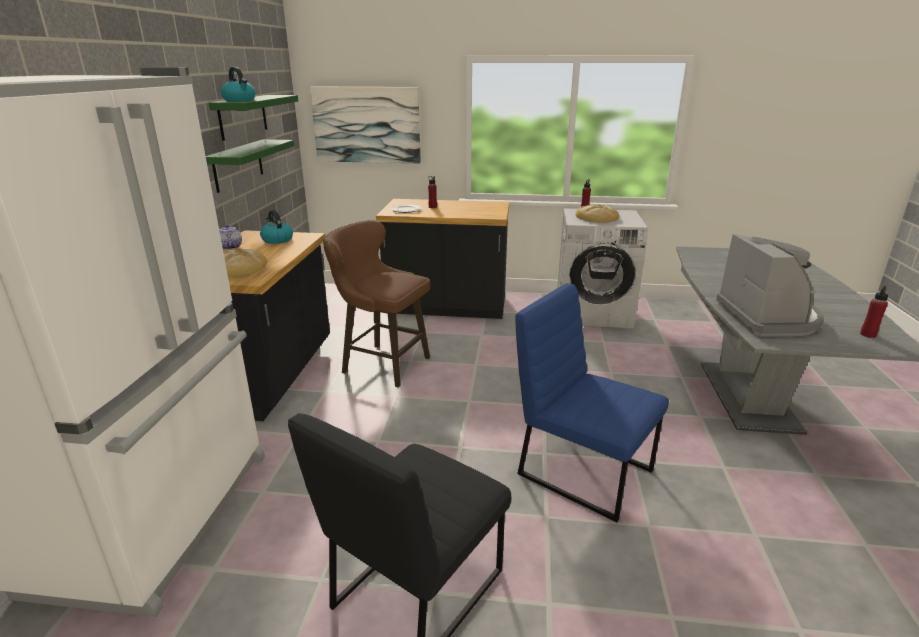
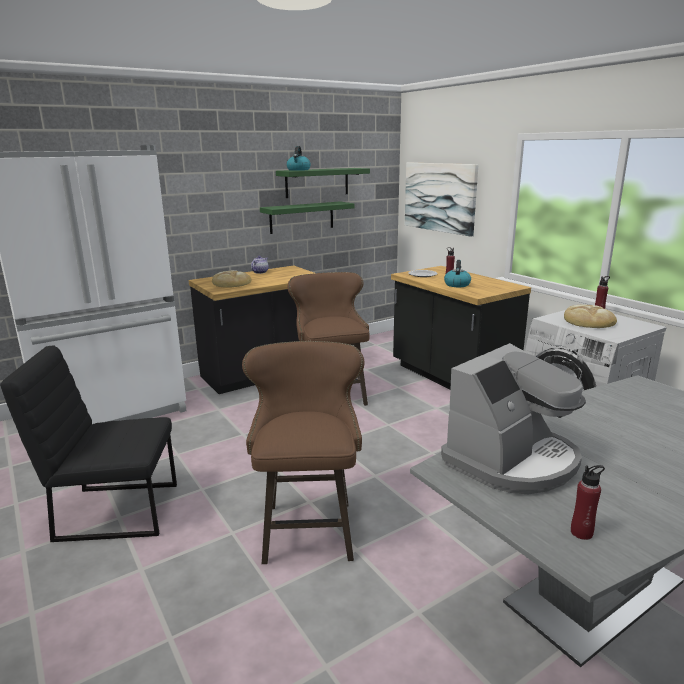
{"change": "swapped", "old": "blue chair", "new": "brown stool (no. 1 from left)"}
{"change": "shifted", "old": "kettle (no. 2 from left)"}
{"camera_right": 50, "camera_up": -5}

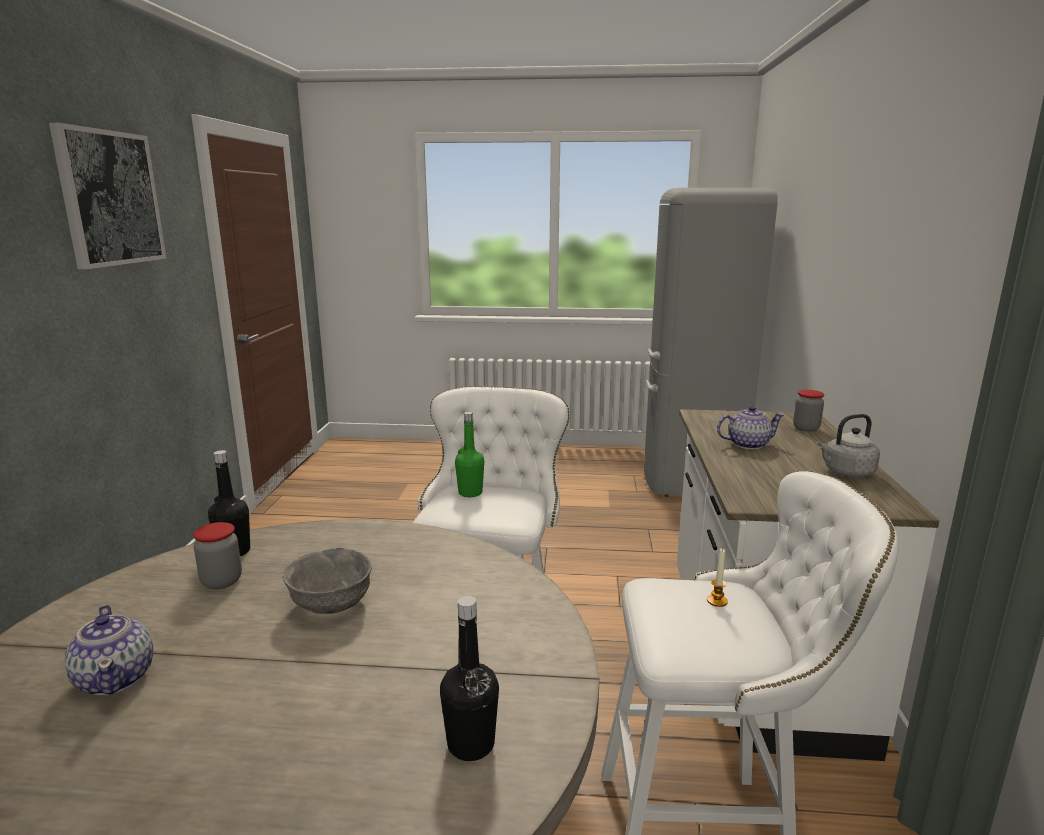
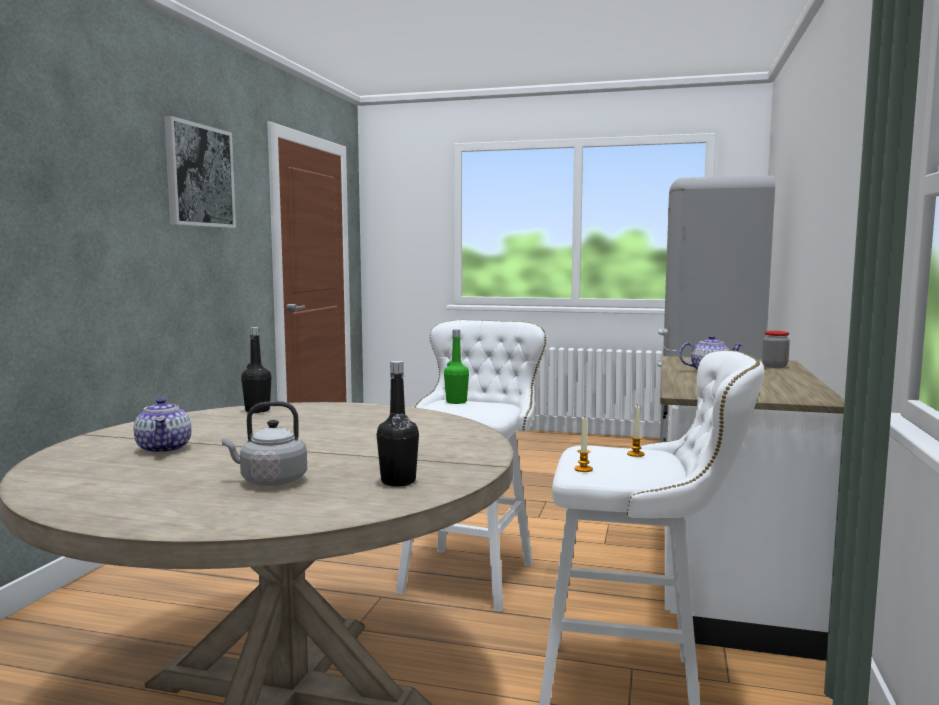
{"change": "shifted", "old": "grey kettle"}
{"change": "new", "new": "candle (no. 1 from left)"}
{"change": "gone", "old": "jar (no. 1 from left)"}
{"change": "gone", "old": "grey bowl"}
{"camera_right": 10, "camera_up": -10}

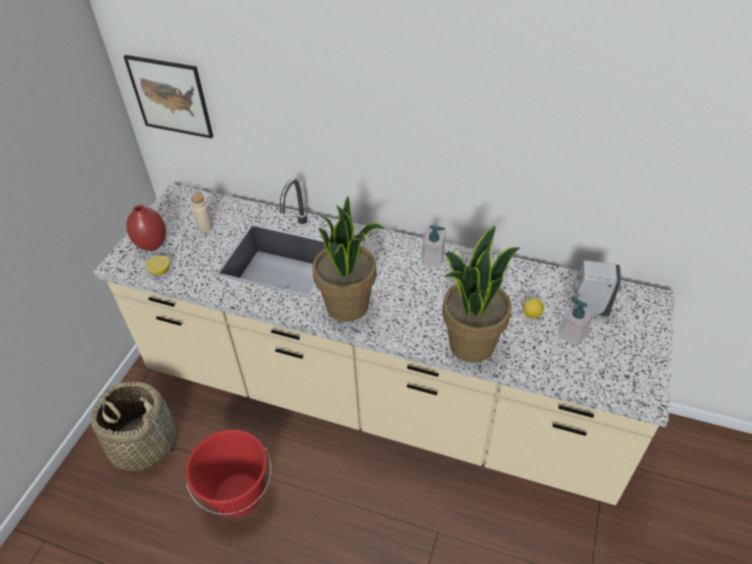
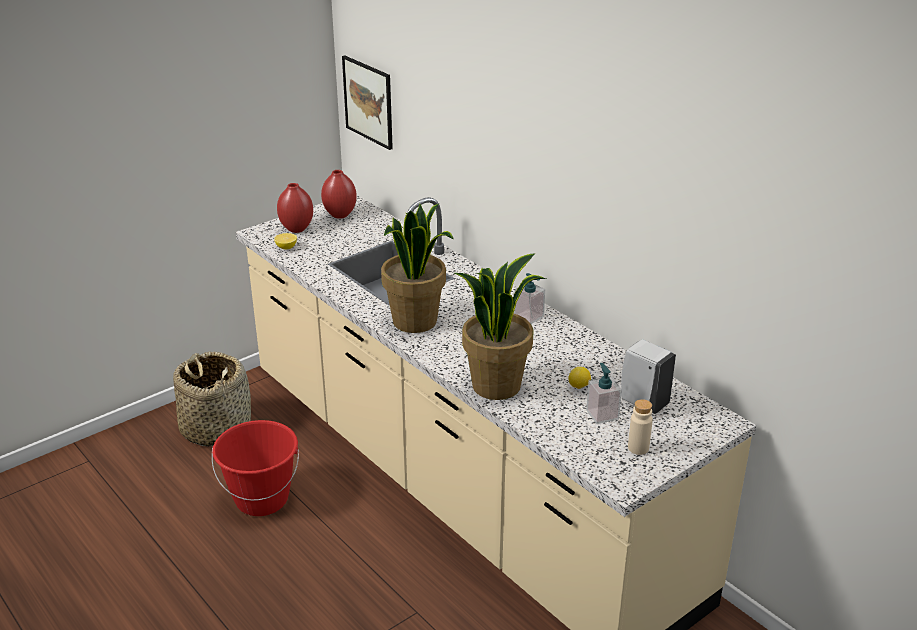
{"change": "new", "new": "red vase (no. 2 from left)"}
{"change": "shifted", "old": "beige bottle"}
{"camera_right": 30, "camera_up": -15}

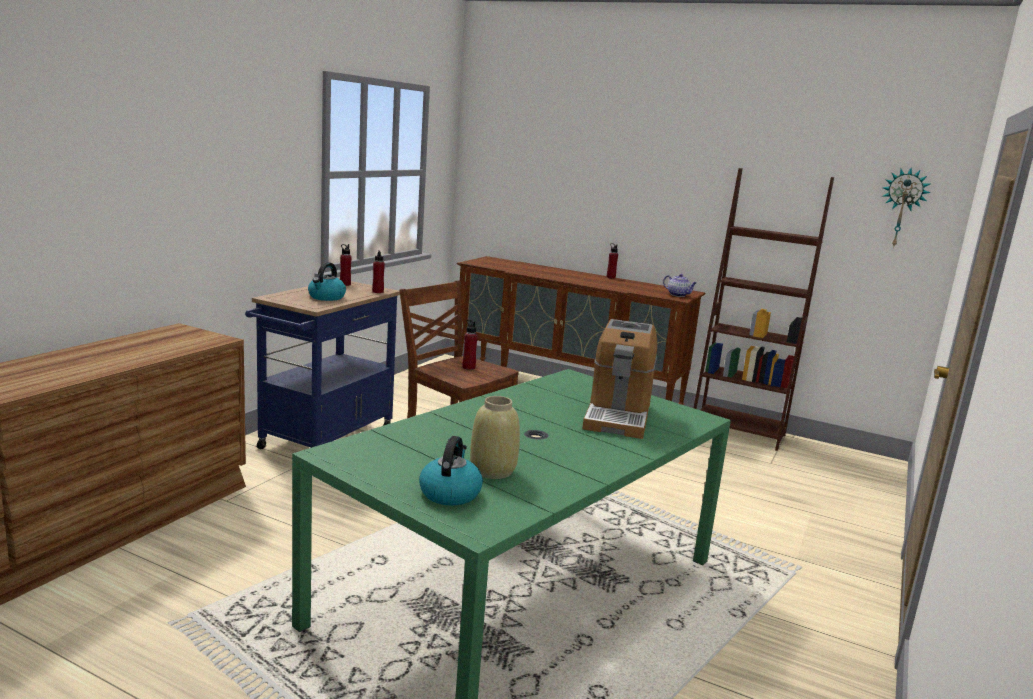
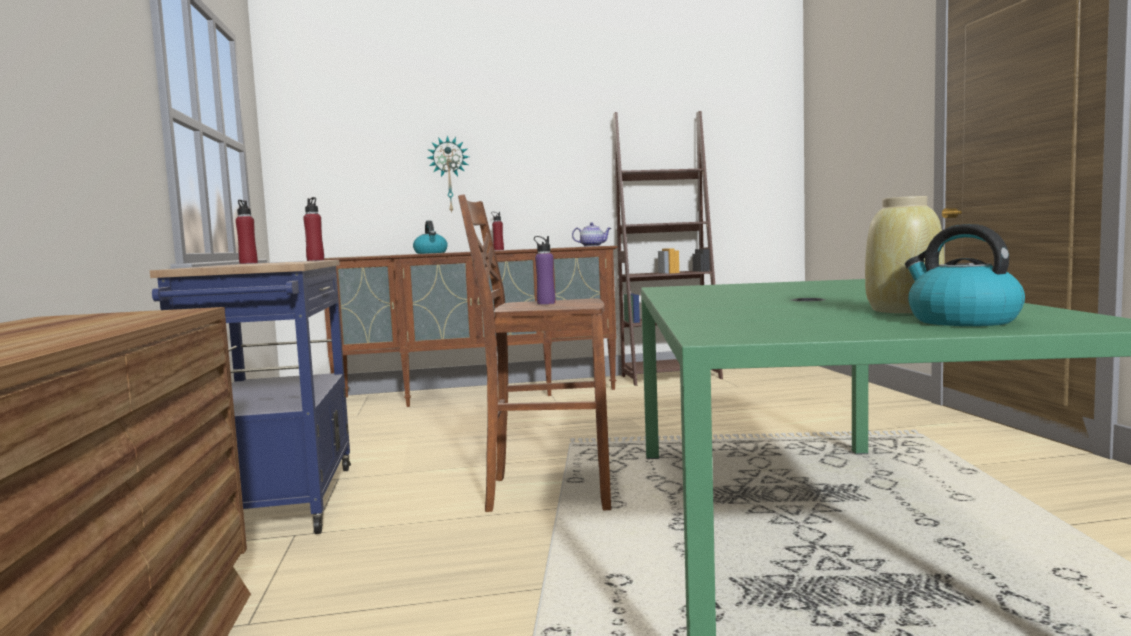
{"change": "shifted", "old": "kettle (no. 1 from left)"}
{"change": "shifted", "old": "wall clock"}
{"change": "repainted", "old": "red bottle (no. 3 from left)", "new": "purple bottle"}
{"change": "gone", "old": "coffee machine"}
{"camera_right": -35, "camera_up": -10}

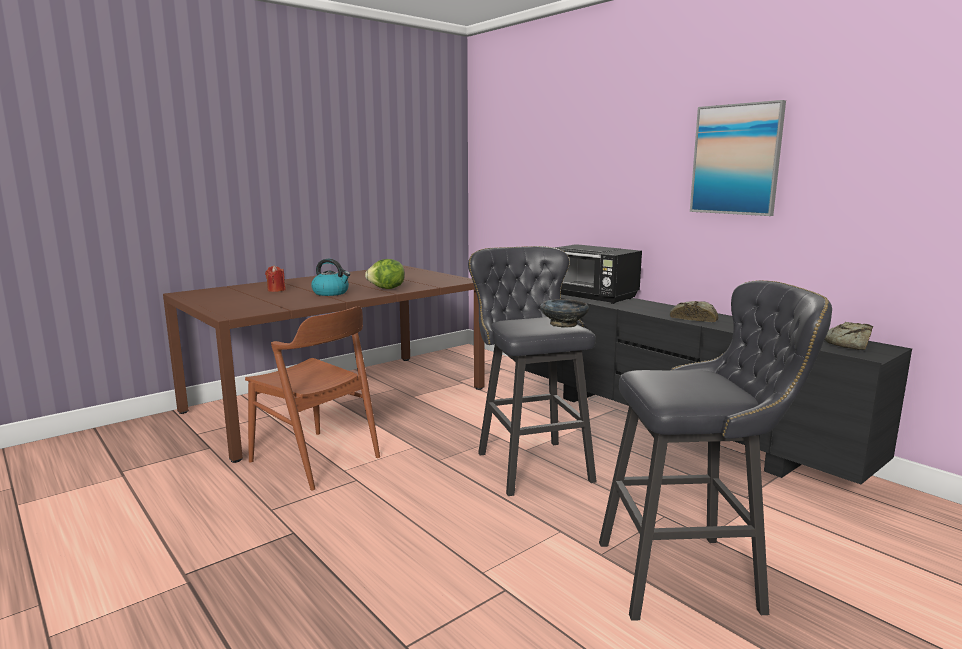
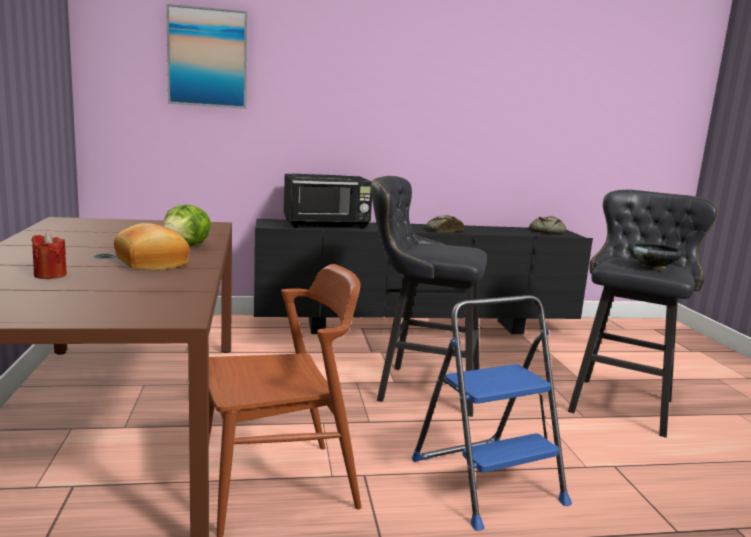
{"change": "swapped", "old": "kettle", "new": "bread (no. 1 from left)"}
{"change": "shifted", "old": "picture"}
{"change": "new", "new": "blue step ladder"}
{"change": "shifted", "old": "black bowl"}
{"camera_right": -60, "camera_up": 0}

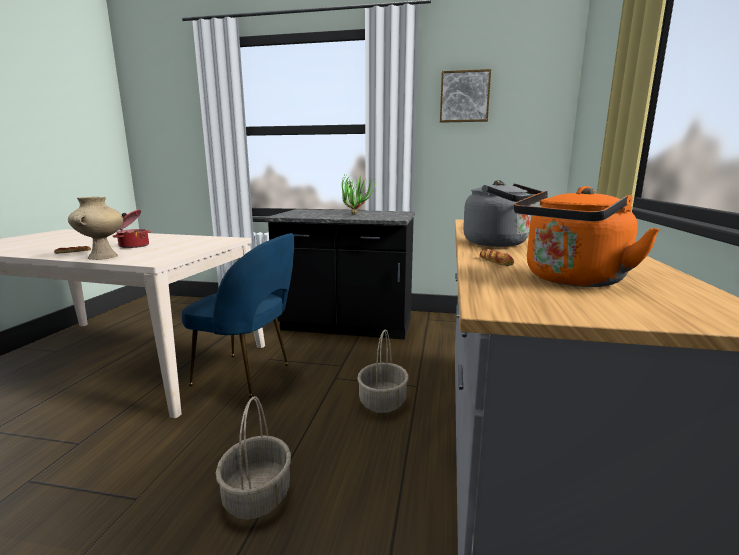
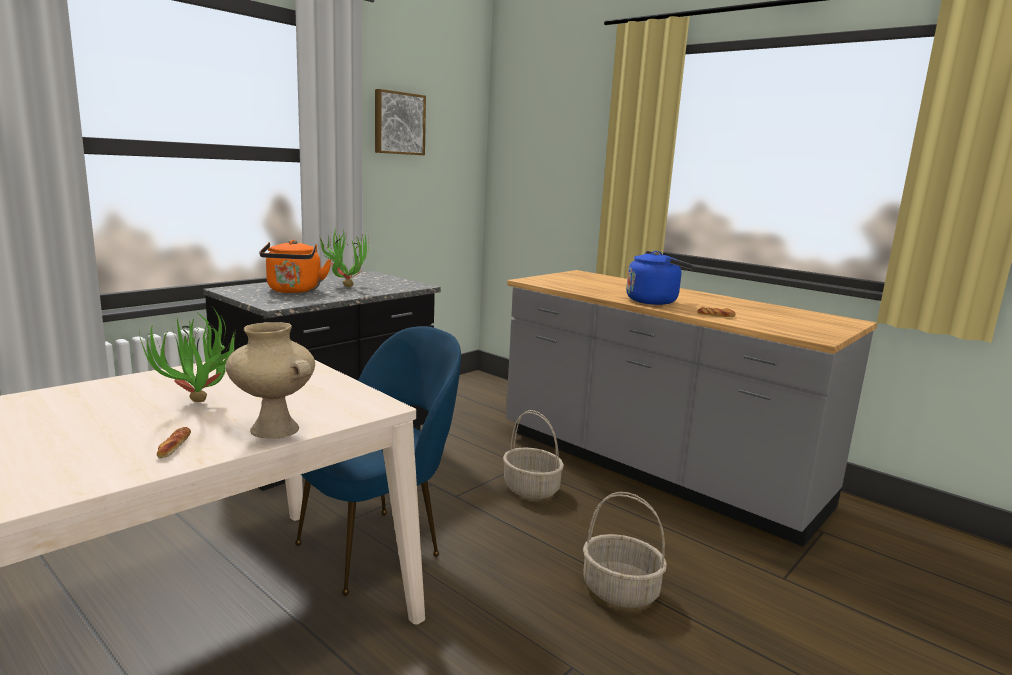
{"change": "swapped", "old": "cooking pot", "new": "potted plant (no. 1 from left)"}
{"change": "shifted", "old": "orange kettle"}
{"change": "repainted", "old": "grey kettle", "new": "blue kettle"}
{"camera_right": -60, "camera_up": 0}

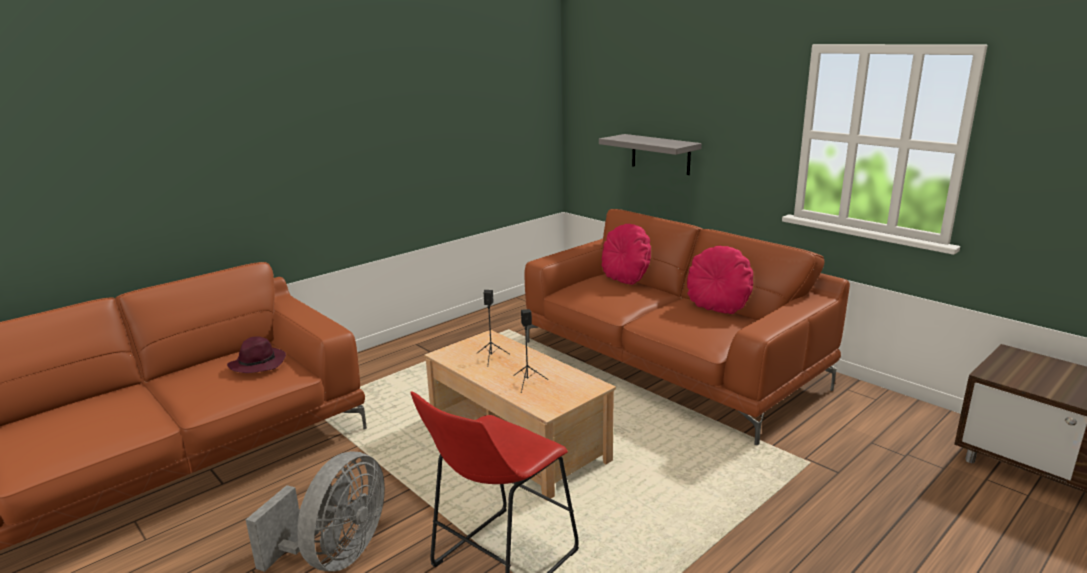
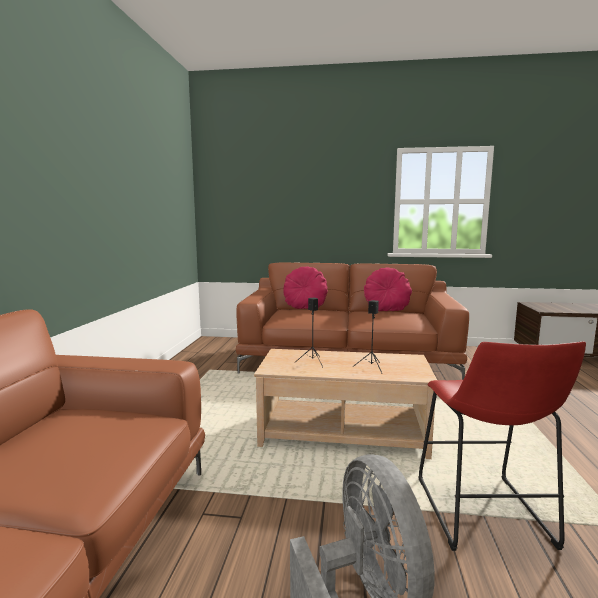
{"change": "gone", "old": "purple hat"}
{"change": "gone", "old": "grey shelf"}
{"camera_right": -40, "camera_up": -10}

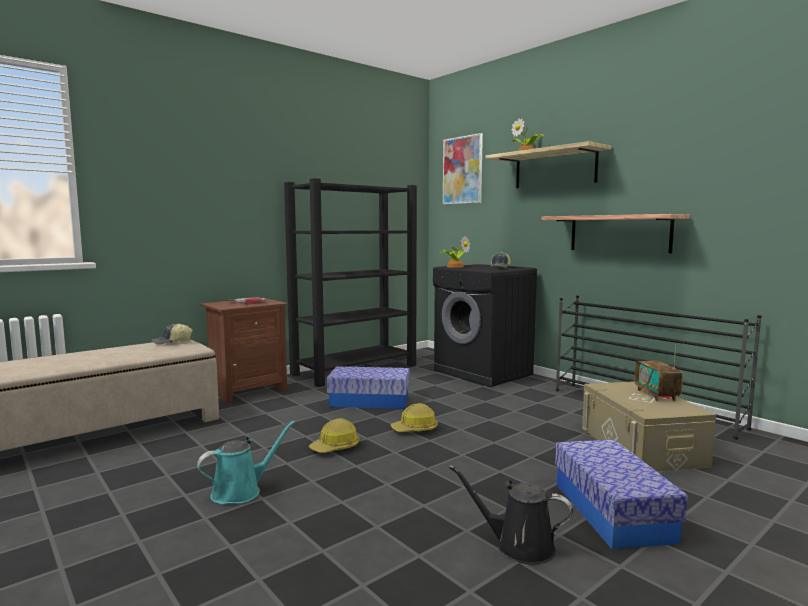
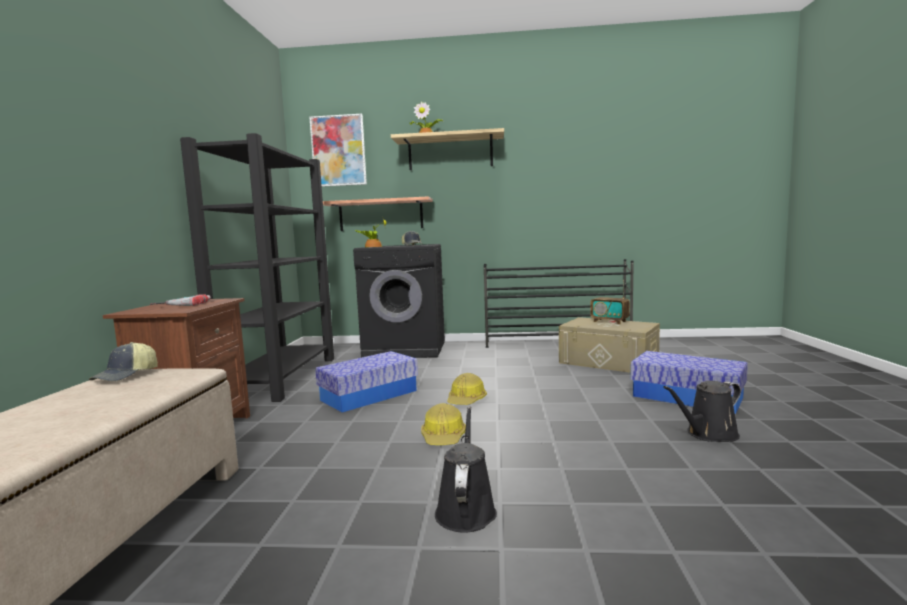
{"change": "shifted", "old": "shelf (no. 2 from left in the first image)", "new": "shelf (no. 1 from left)"}
{"change": "repainted", "old": "turquoise watering can", "new": "black watering can (no. 1 from left)"}
{"camera_right": -45, "camera_up": 0}

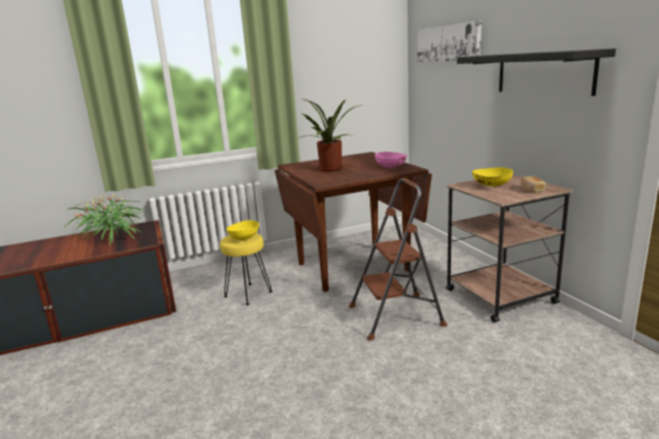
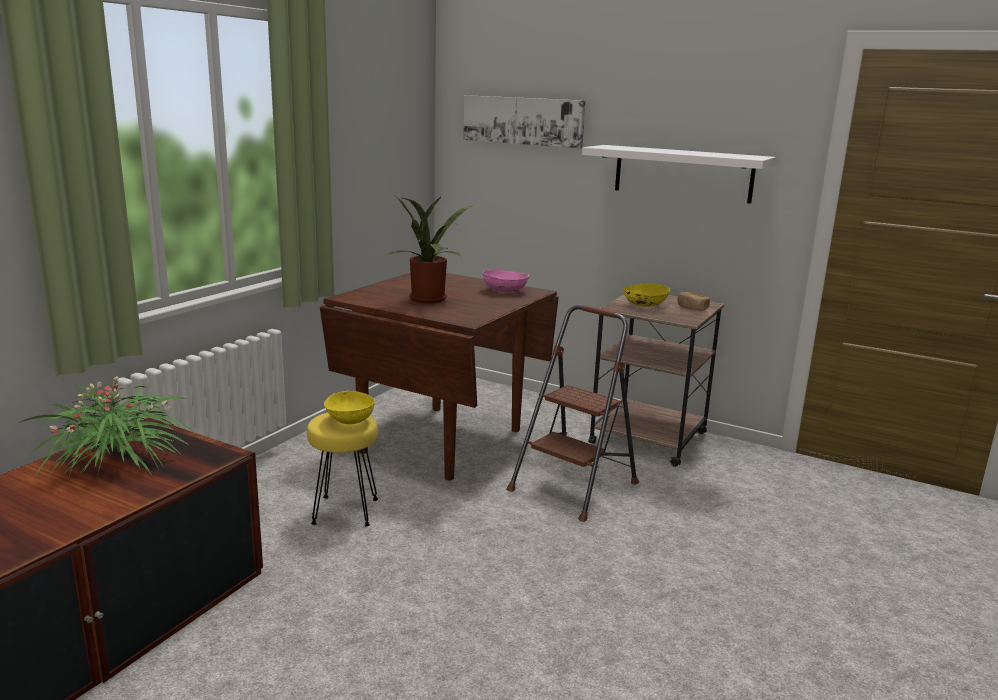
{"change": "repainted", "old": "black shelf", "new": "white shelf"}
{"camera_right": -40, "camera_up": 0}

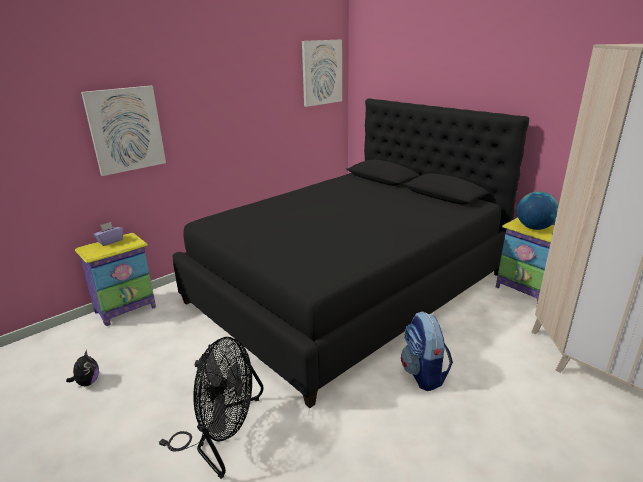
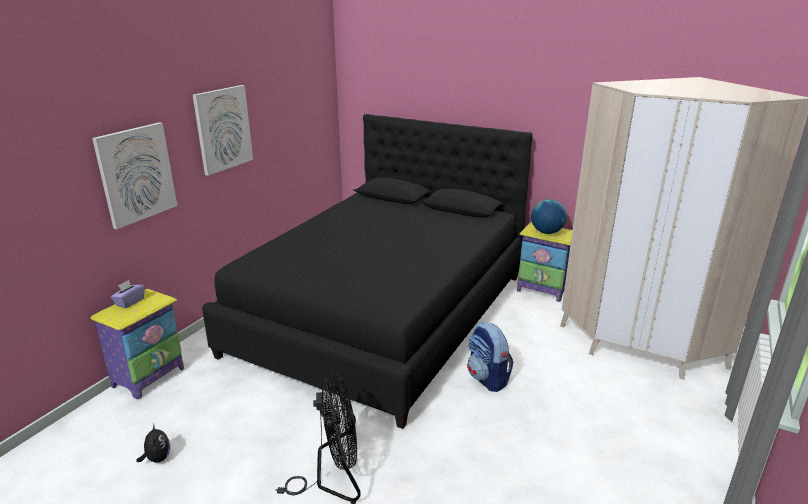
{"change": "shifted", "old": "picture (no. 2 from left)"}
{"camera_right": -20, "camera_up": 0}

